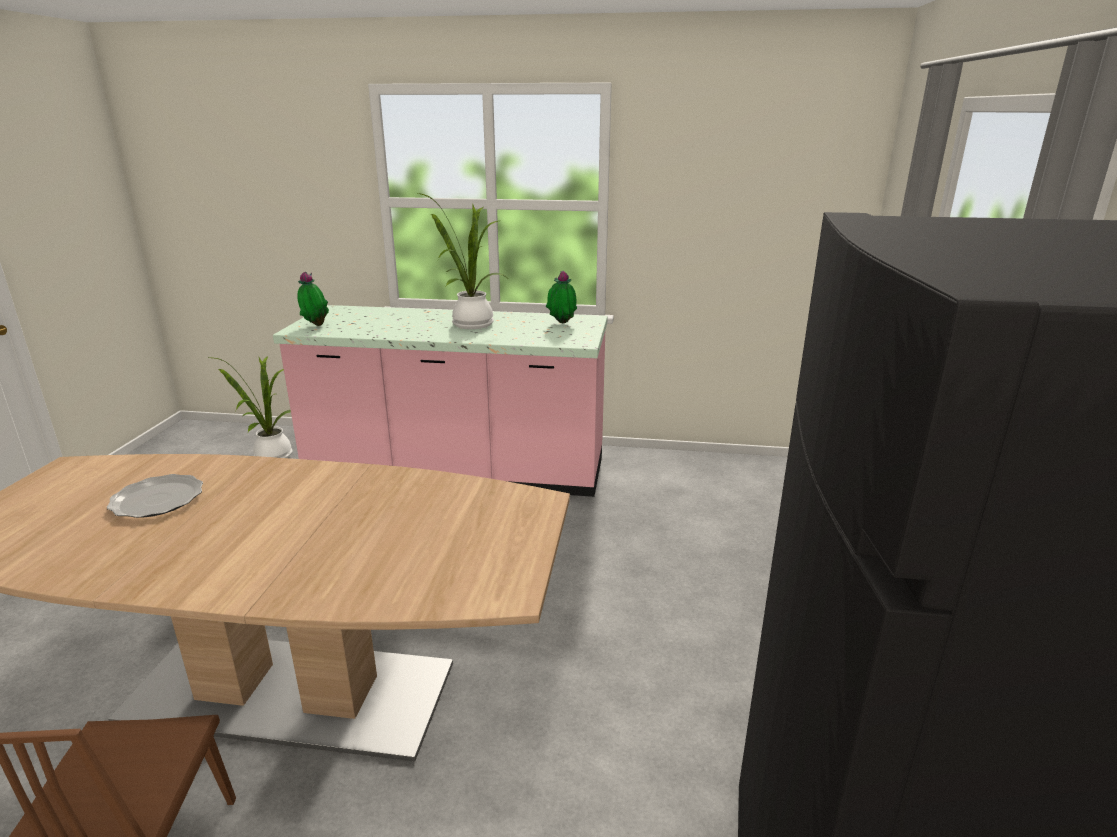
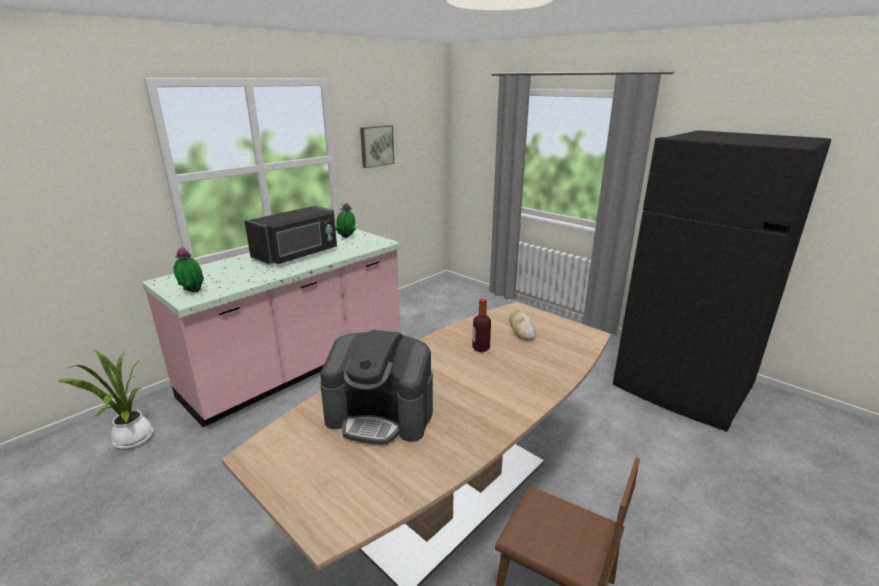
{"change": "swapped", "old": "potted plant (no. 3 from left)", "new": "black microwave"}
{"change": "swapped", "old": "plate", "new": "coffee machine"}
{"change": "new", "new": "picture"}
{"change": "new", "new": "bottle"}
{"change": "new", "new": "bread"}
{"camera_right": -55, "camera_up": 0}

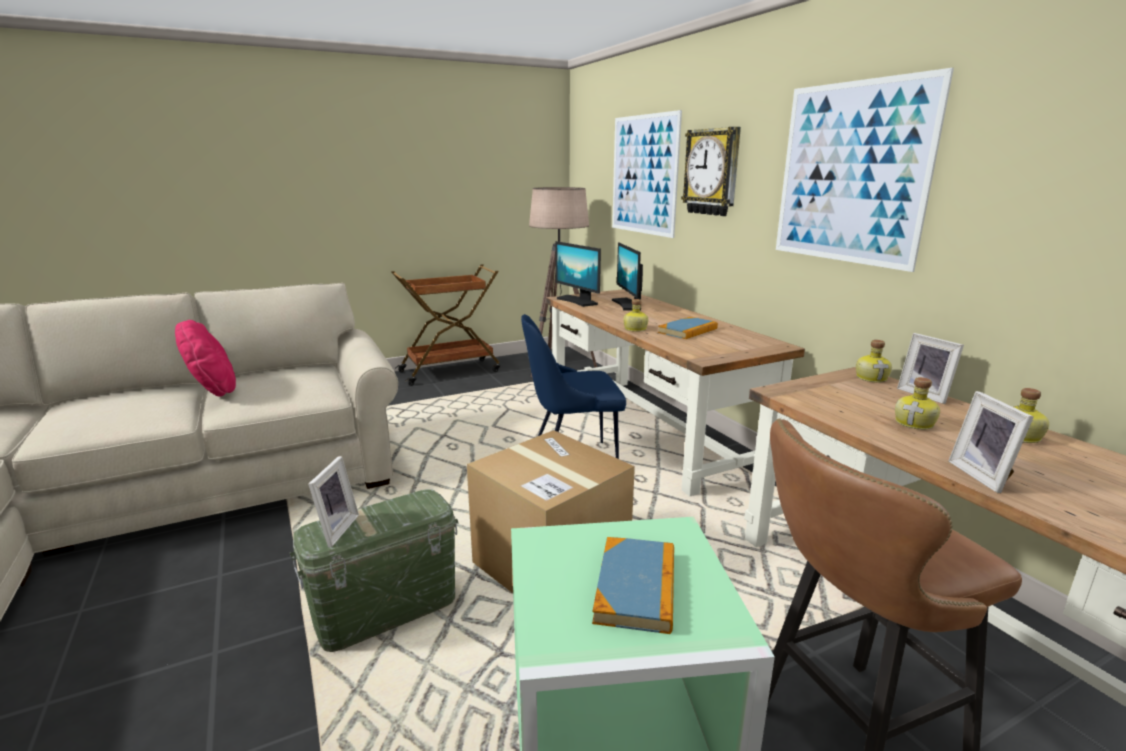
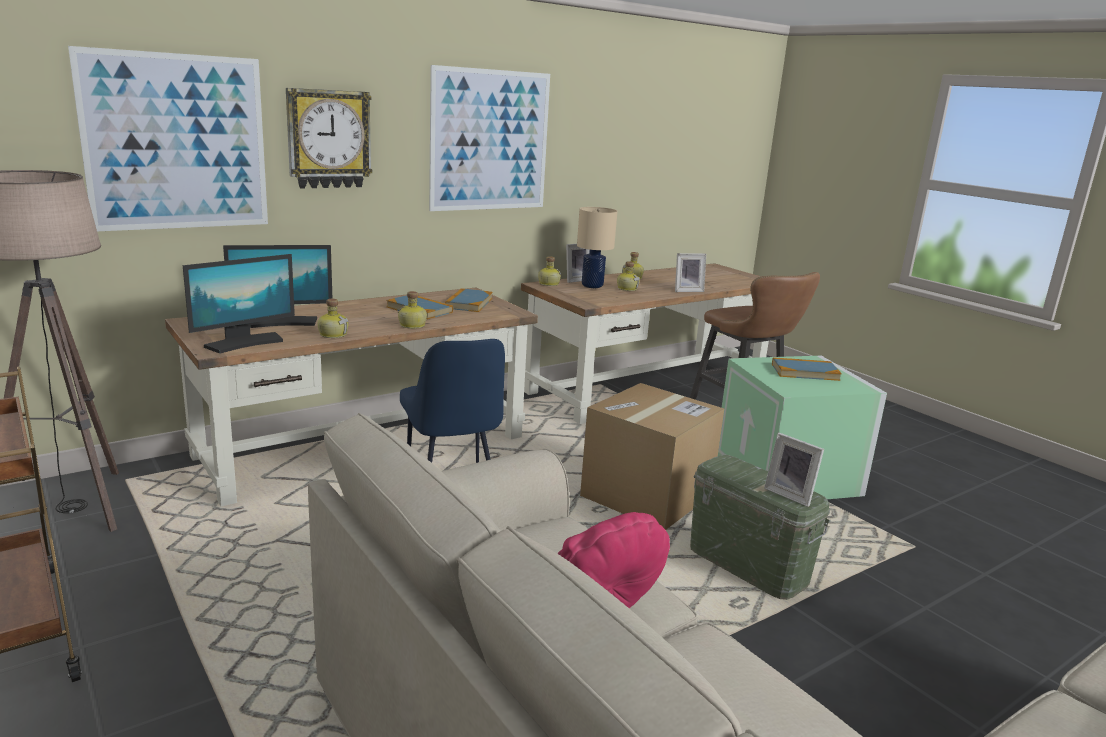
{"change": "new", "new": "bottle (no. 1 from left)"}
{"change": "new", "new": "book (no. 2 from left)"}
{"change": "new", "new": "beige table lamp"}
{"change": "rotated", "old": "picture frame (no. 1 from left in the first image)", "degrees": -135}
{"camera_right": -100, "camera_up": 0}

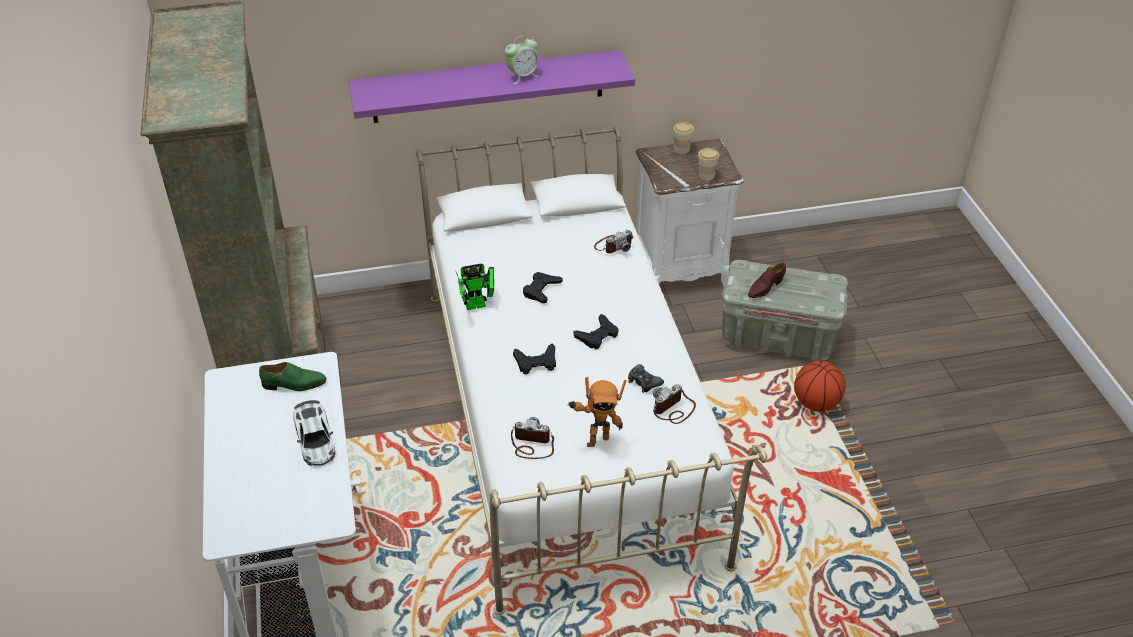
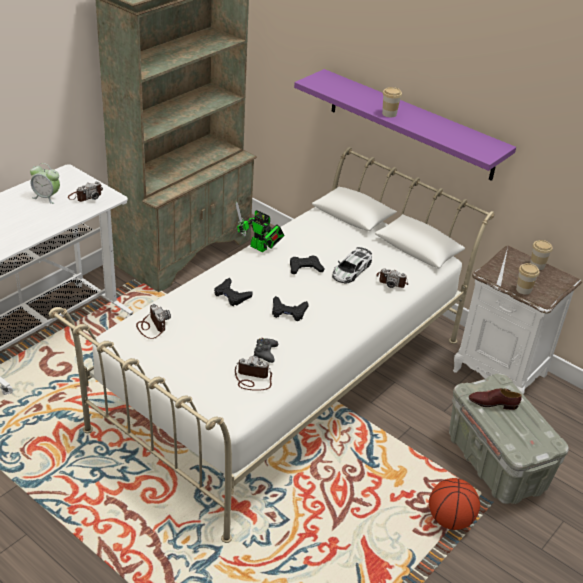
{"change": "shifted", "old": "alarm clock"}
{"change": "swapped", "old": "green shoe", "new": "photo camera (no. 1 from left)"}
{"change": "shifted", "old": "toy car"}
{"change": "new", "new": "cup (no. 1 from left)"}
{"change": "gone", "old": "toy robot (no. 2 from left)"}
{"camera_right": 50, "camera_up": -5}

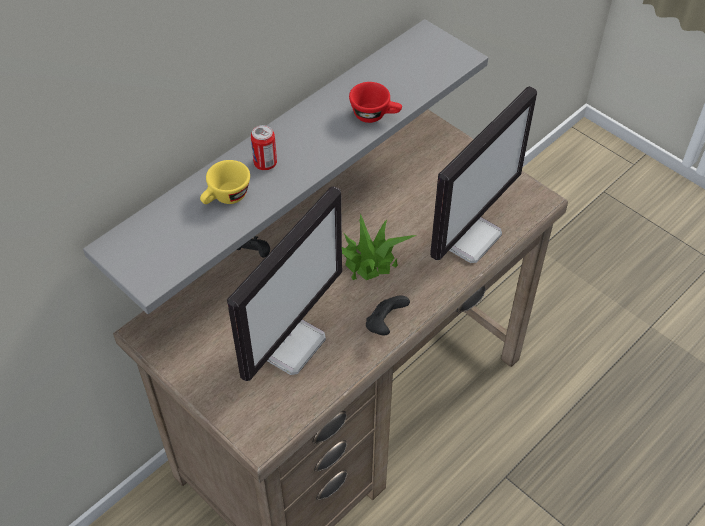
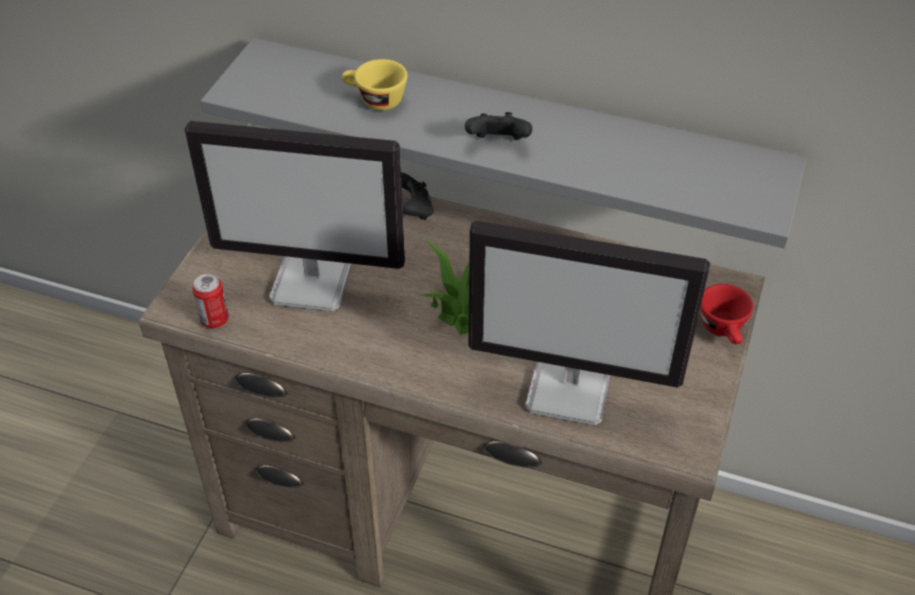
{"change": "shifted", "old": "can"}
{"change": "shifted", "old": "black game controller (no. 2 from left)"}
{"change": "shifted", "old": "red cup"}
{"camera_right": 65, "camera_up": -5}

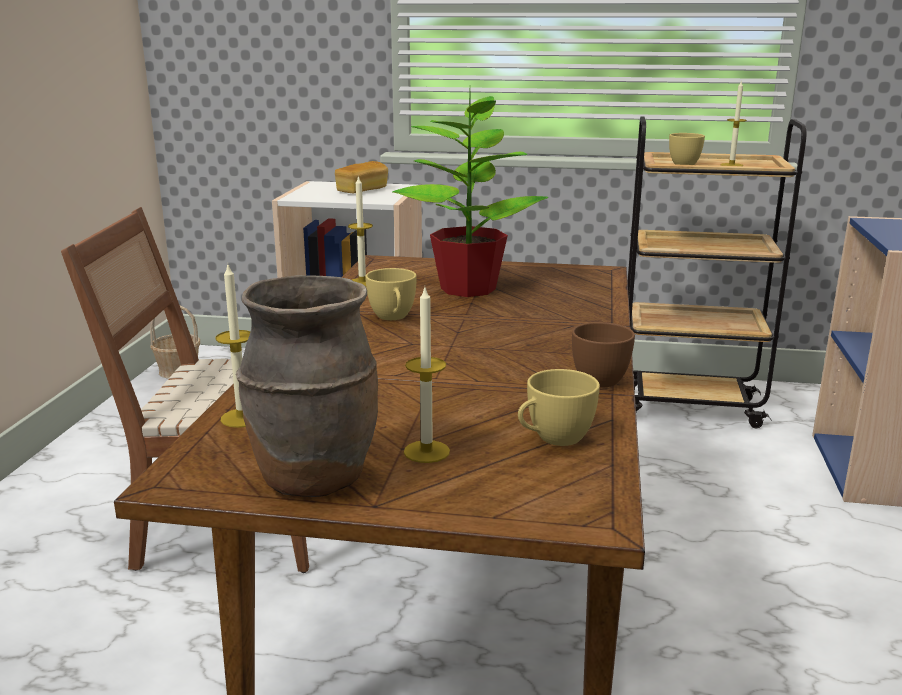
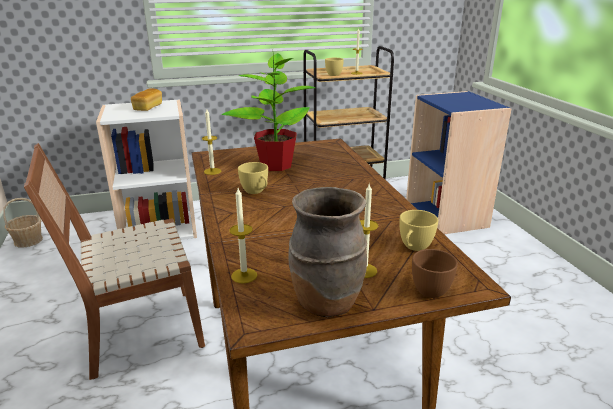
{"change": "shifted", "old": "brown cup"}
{"camera_right": -25, "camera_up": 5}

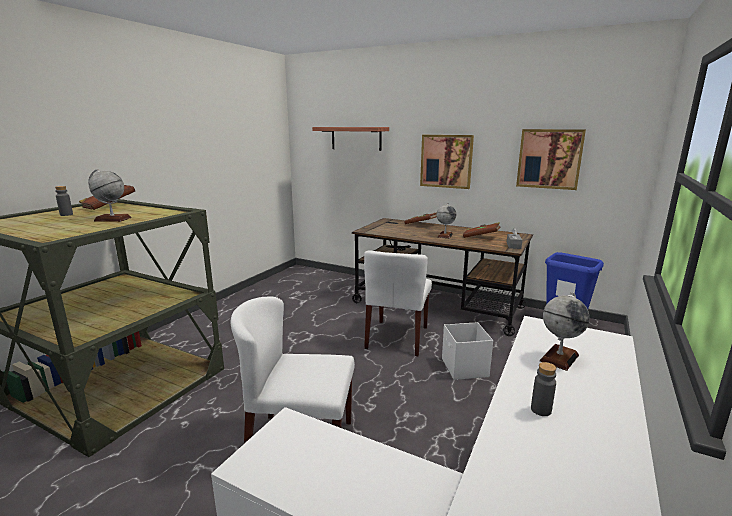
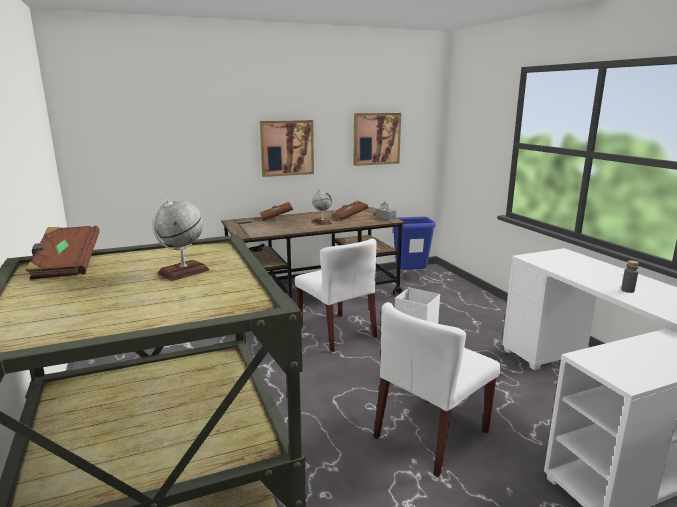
{"change": "gone", "old": "grey bottle (no. 1 from left)"}
{"change": "gone", "old": "shelf"}
{"change": "gone", "old": "globe (no. 3 from left)"}
{"camera_right": -50, "camera_up": 0}

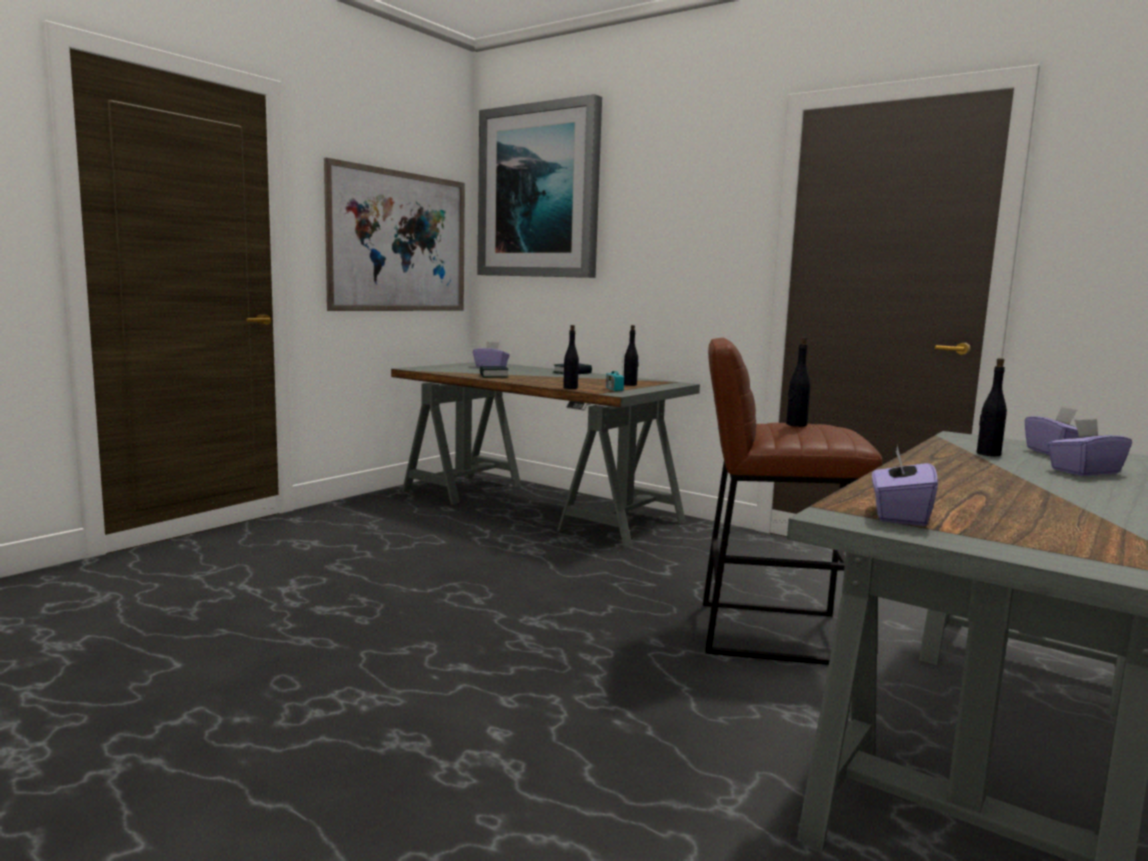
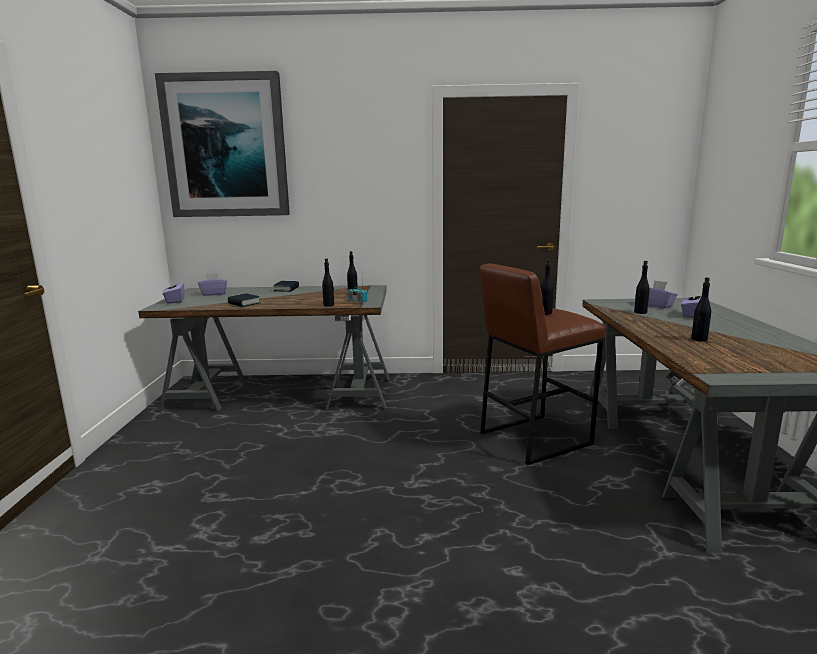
{"change": "shifted", "old": "purple tissue box (no. 2 from left in the first image)", "new": "purple tissue box (no. 1 from left)"}
{"change": "new", "new": "black bottle (no. 5 from left)"}
{"change": "gone", "old": "picture (no. 1 from left)"}
{"camera_right": -35, "camera_up": 5}

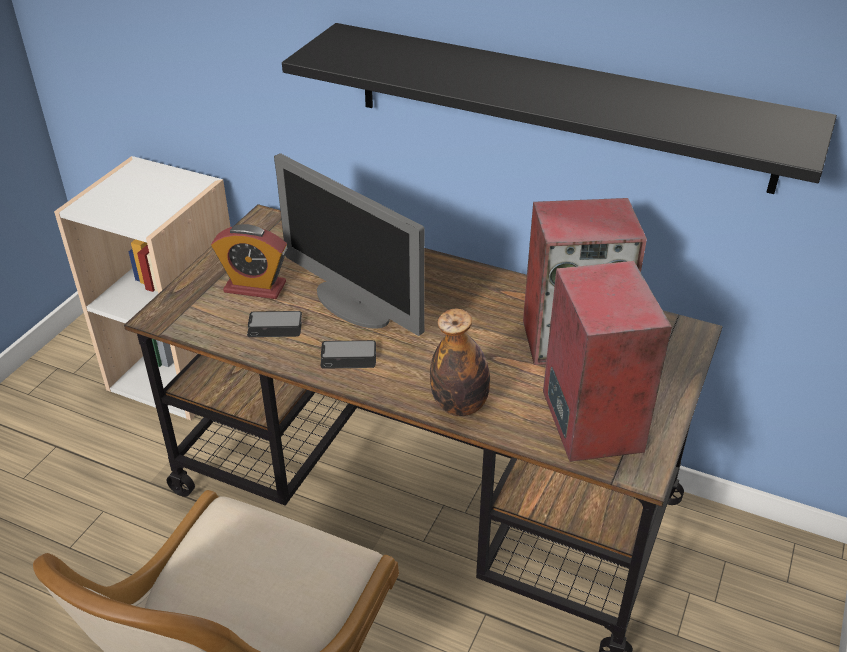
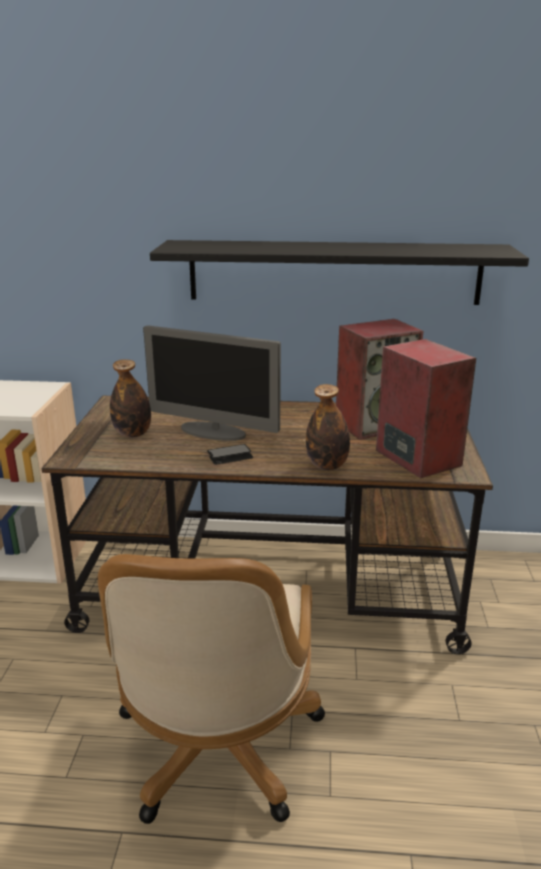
{"change": "swapped", "old": "alarm clock", "new": "bottle (no. 1 from left)"}
{"change": "gone", "old": "phone (no. 1 from left)"}
{"camera_right": -20, "camera_up": -15}

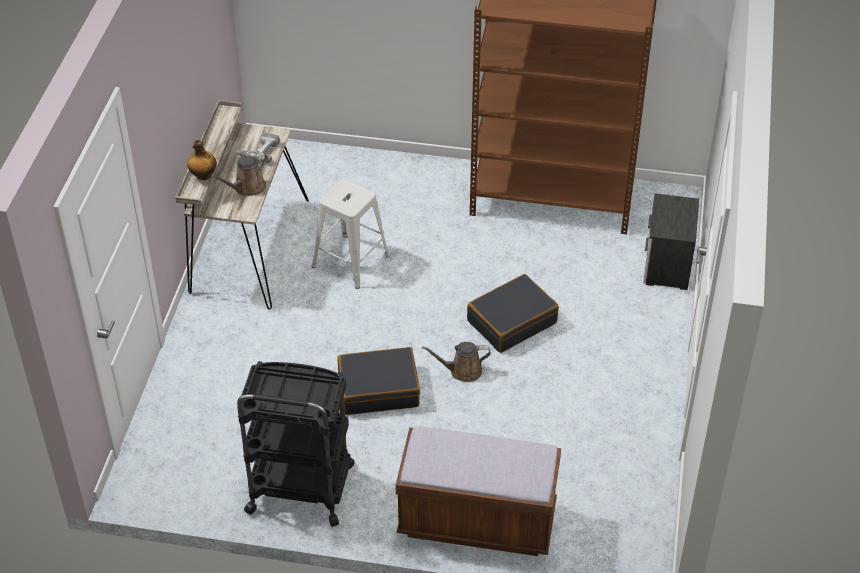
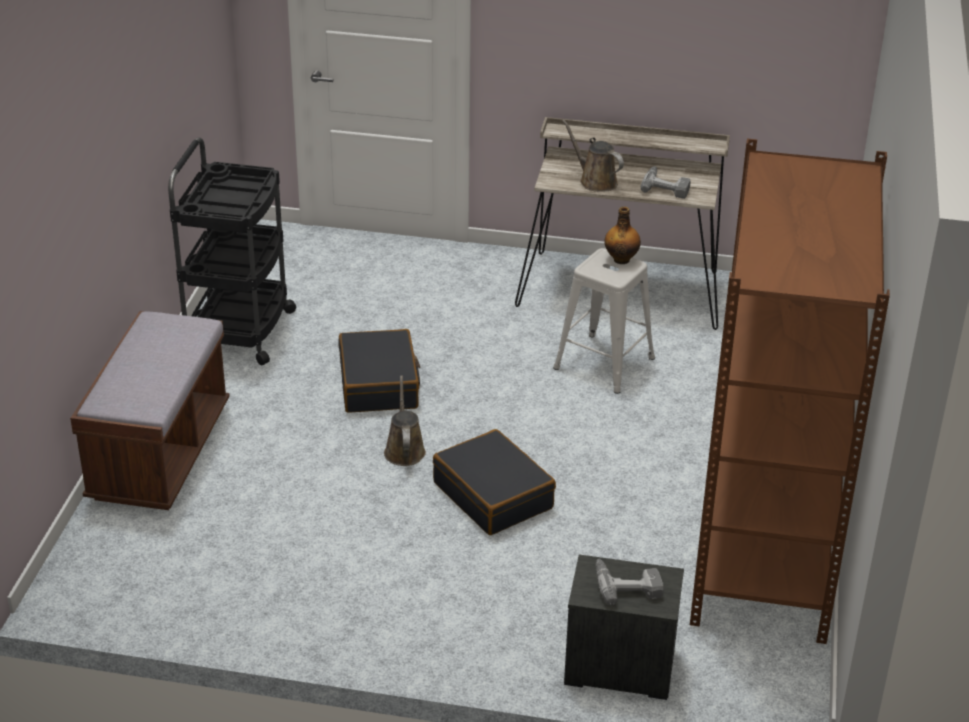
{"change": "new", "new": "power drill (no. 1 from left)"}
{"change": "shifted", "old": "bottle"}
{"camera_right": 90, "camera_up": -10}

